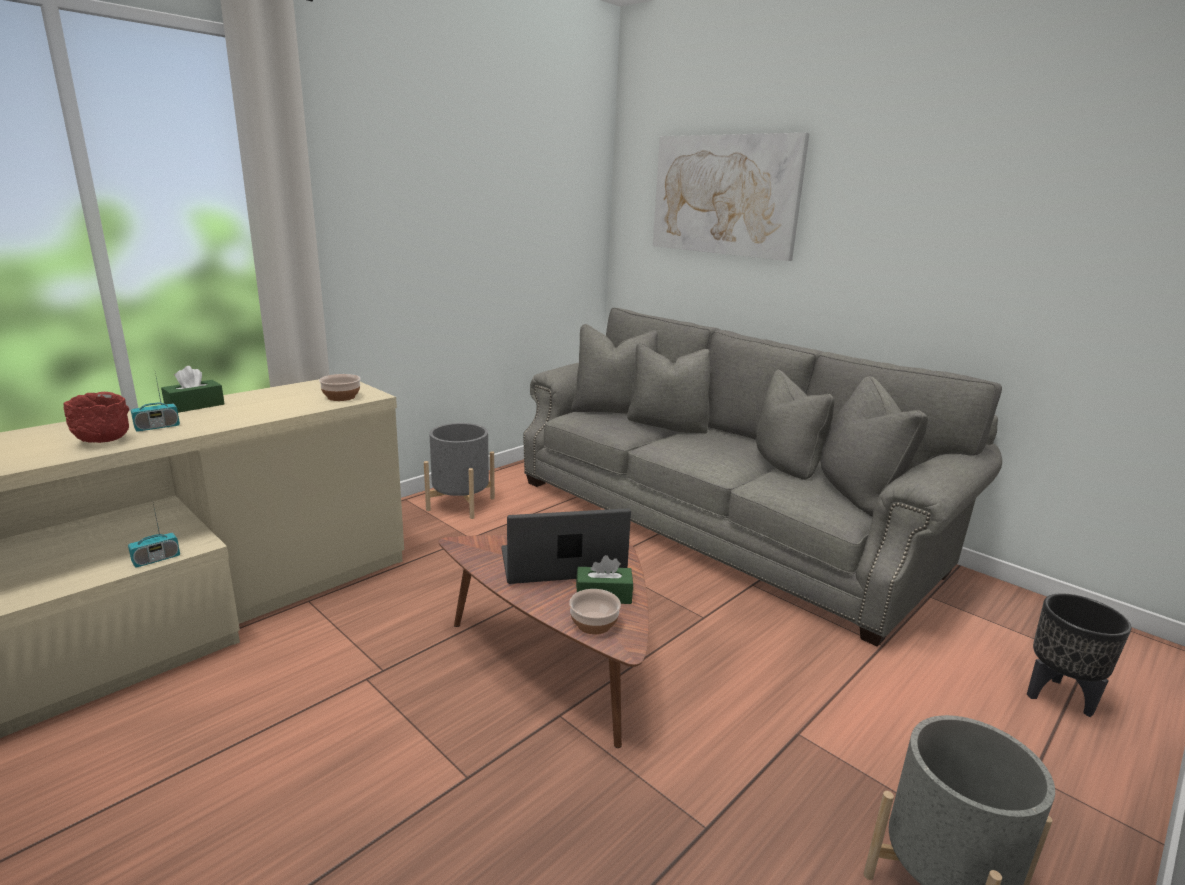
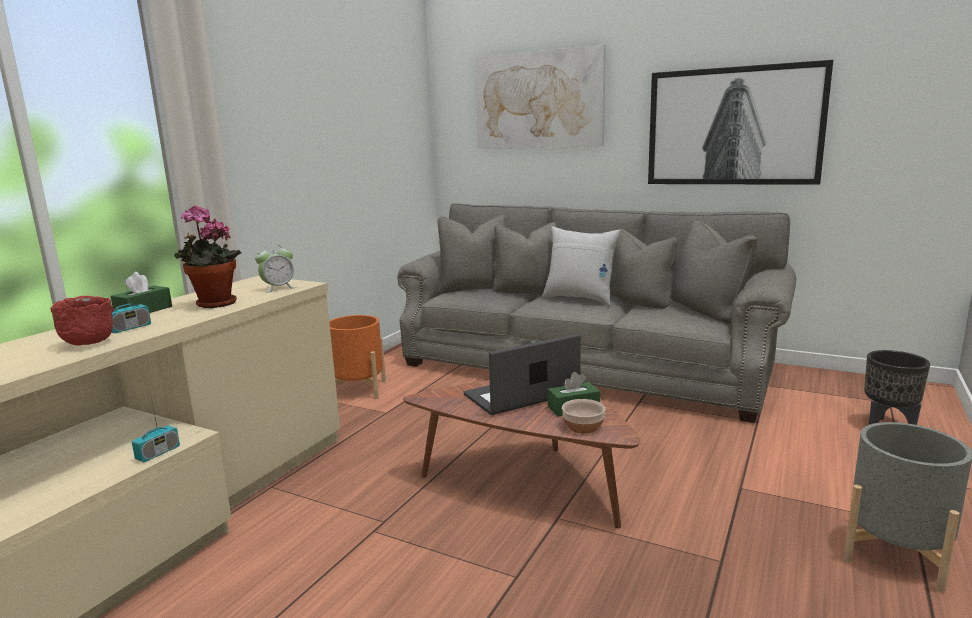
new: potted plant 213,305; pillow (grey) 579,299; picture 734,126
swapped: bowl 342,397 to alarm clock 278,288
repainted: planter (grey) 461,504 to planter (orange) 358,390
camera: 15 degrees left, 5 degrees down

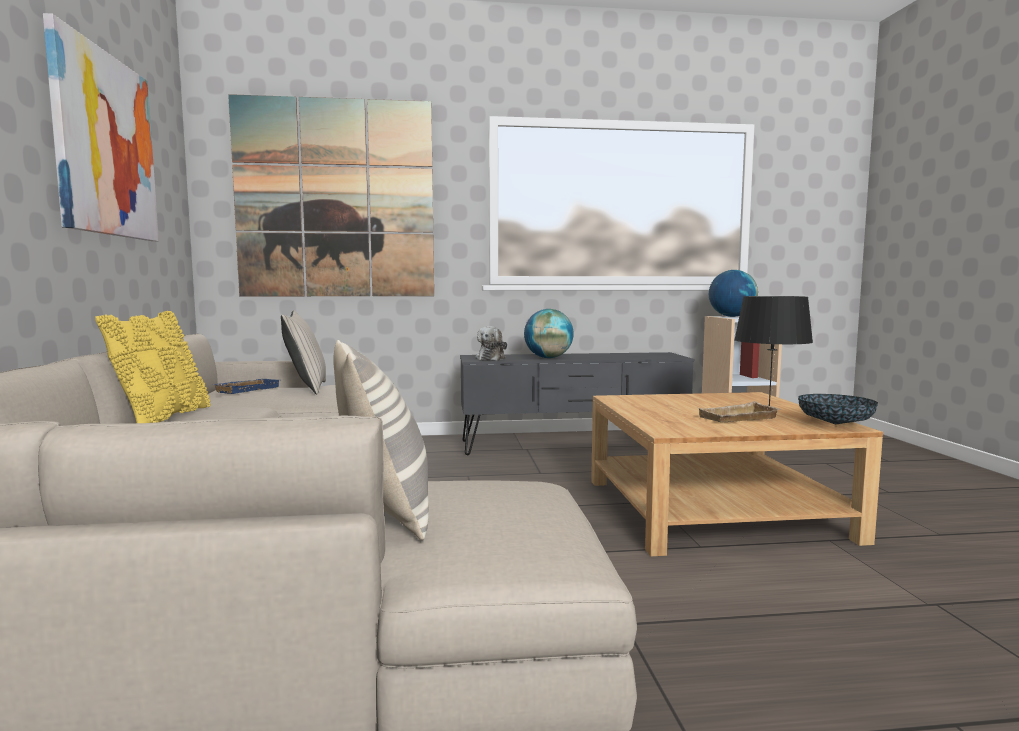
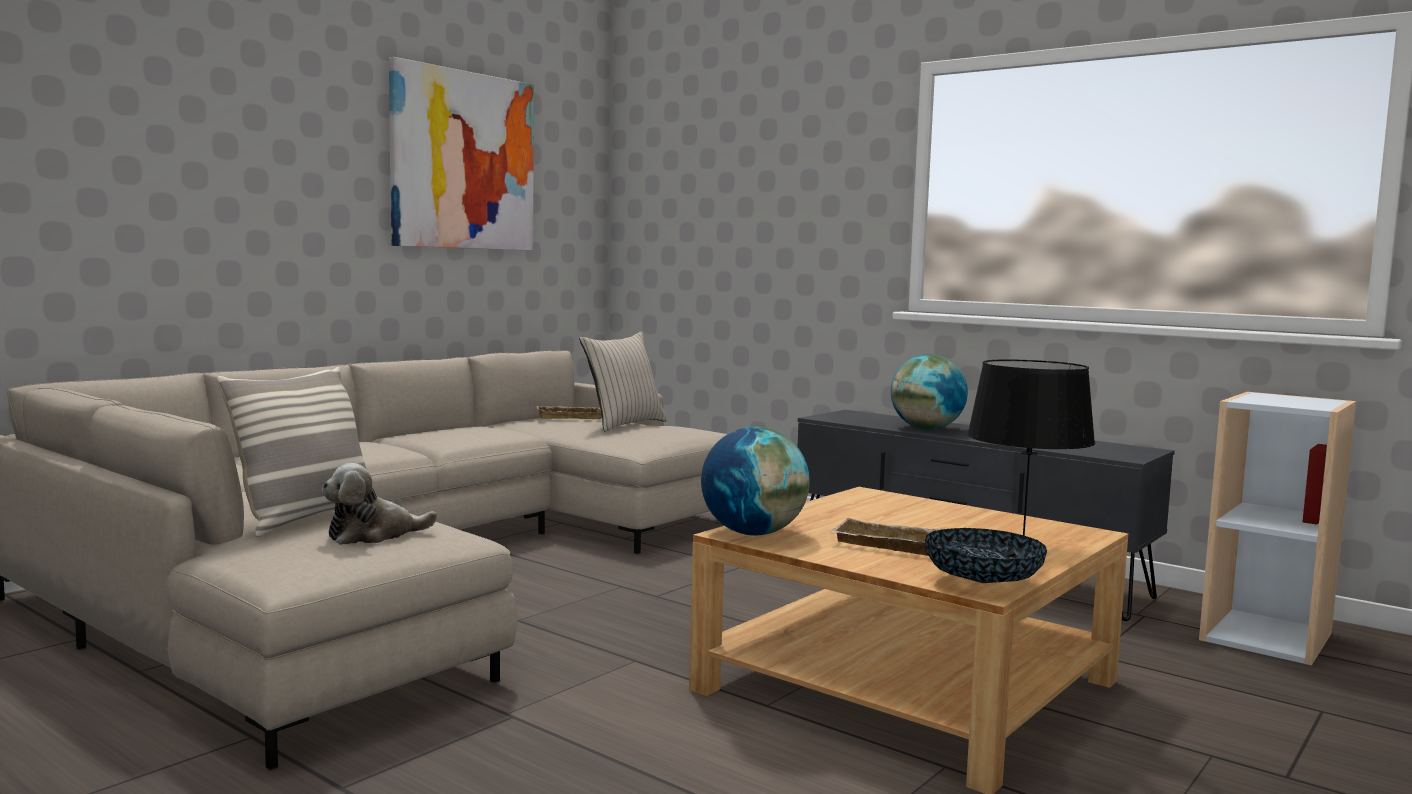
gone: pillow (yellow) 163,417; picture 335,199
shifted: plush toy 491,358 to 373,535; globe 731,316 to 753,533
repainted: tray (blue) 247,389 to tray (beige) 570,417
camera: 45 degrees right, 0 degrees up

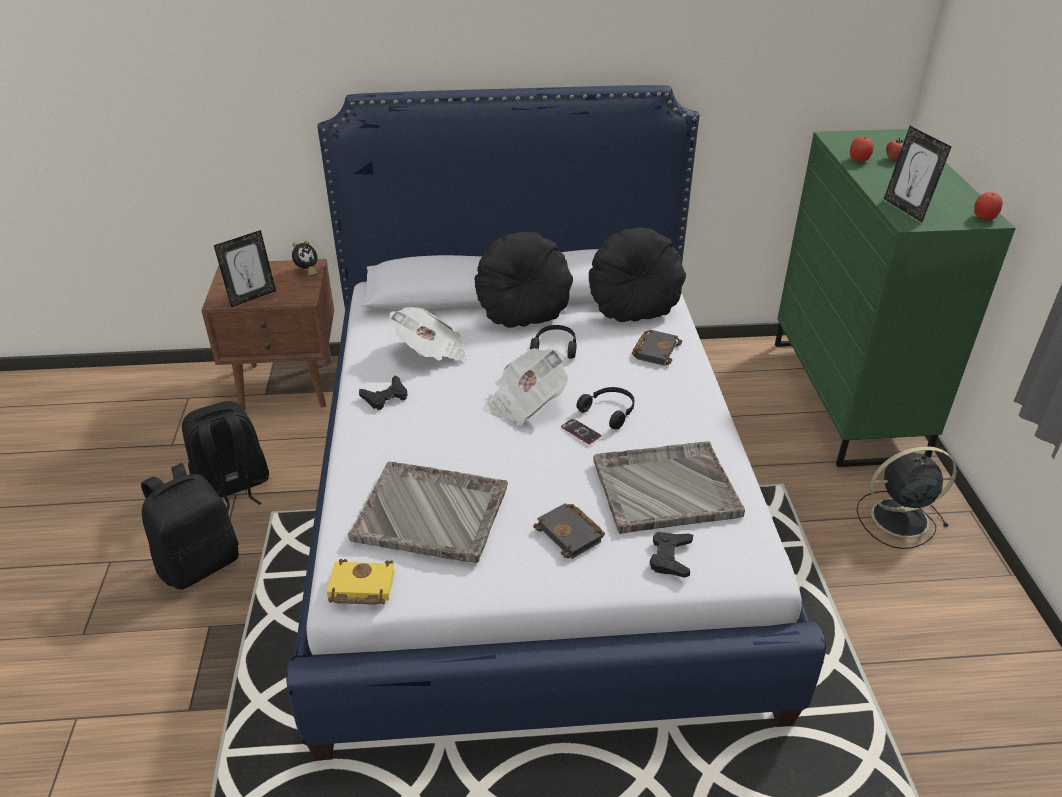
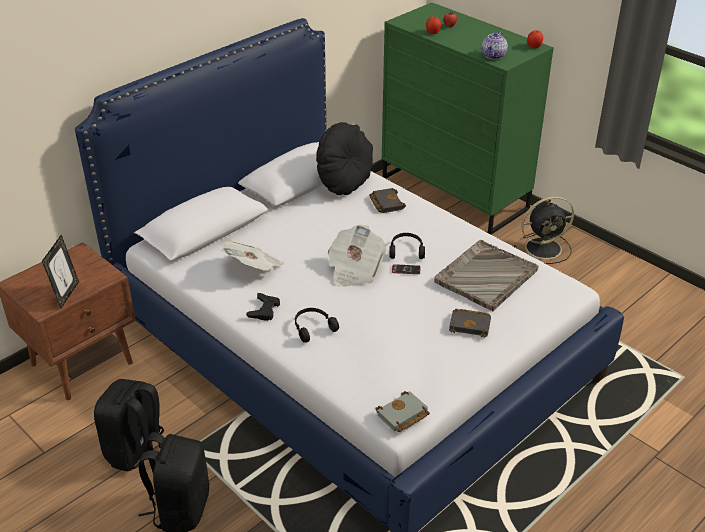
gone: alarm clock 307,271; tray (grey) 432,514; pillow (black) 524,317; game controller (black) 670,557
shifted: headphones (black) 555,347 to 313,328
swapped: picture frame 906,209 to teapot 494,55
repainted: book (yellow) 359,587 to book (grey) 402,416
rotated: fan (black) 897,518 = 545,248 150 degrees counterclockwise
camera: 40 degrees left, 0 degrees up

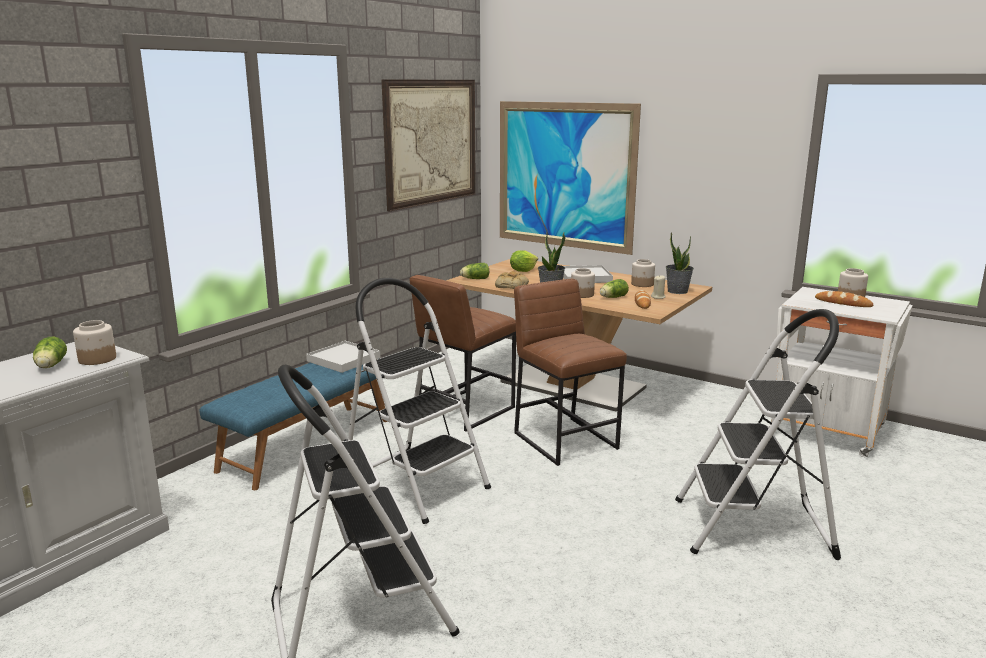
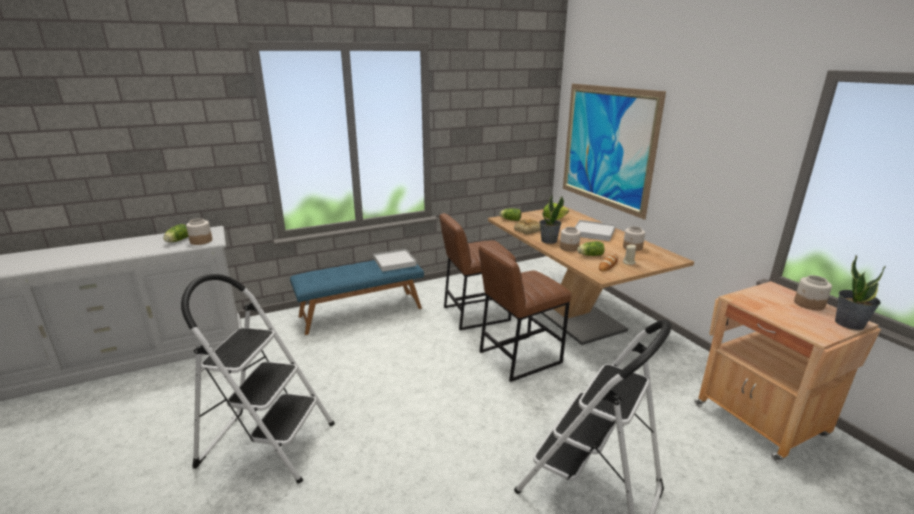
gone: step ladder 413,482; picture 431,142; bread 843,303
shifted: potted plant 677,291 to 849,323
repainted: cart (white) 827,432 to cart (brown) 760,423
rotated: chair (brown) 564,440 = 519,357 120 degrees counterclockwise
camera: 30 degrees right, 5 degrees up

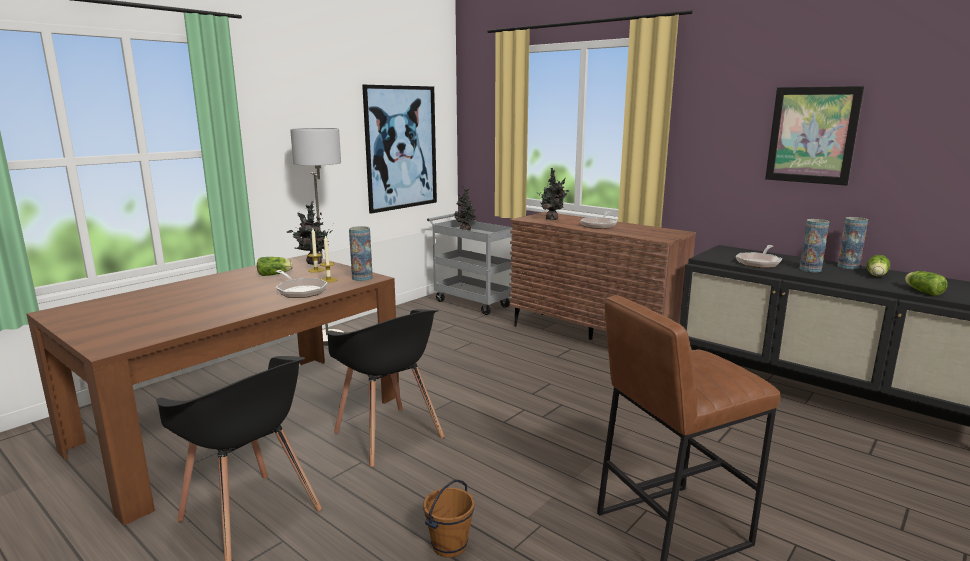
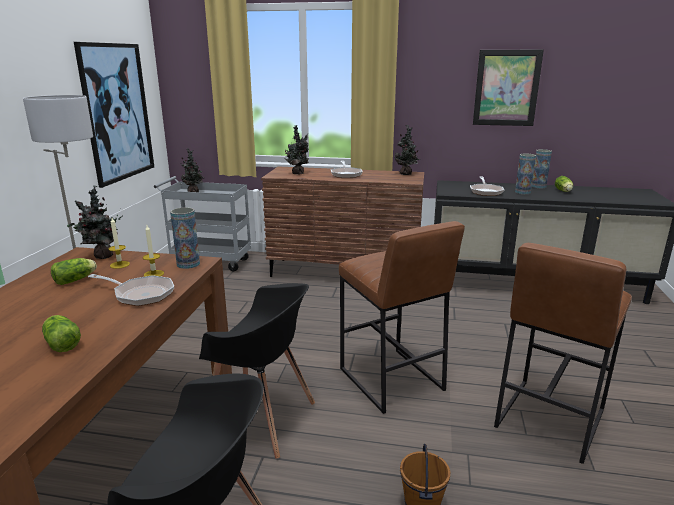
new: stool (brown) 392,380; potted plant 406,174
shifted: lettuce 922,291 to 62,343
camera: 30 degrees left, 5 degrees up

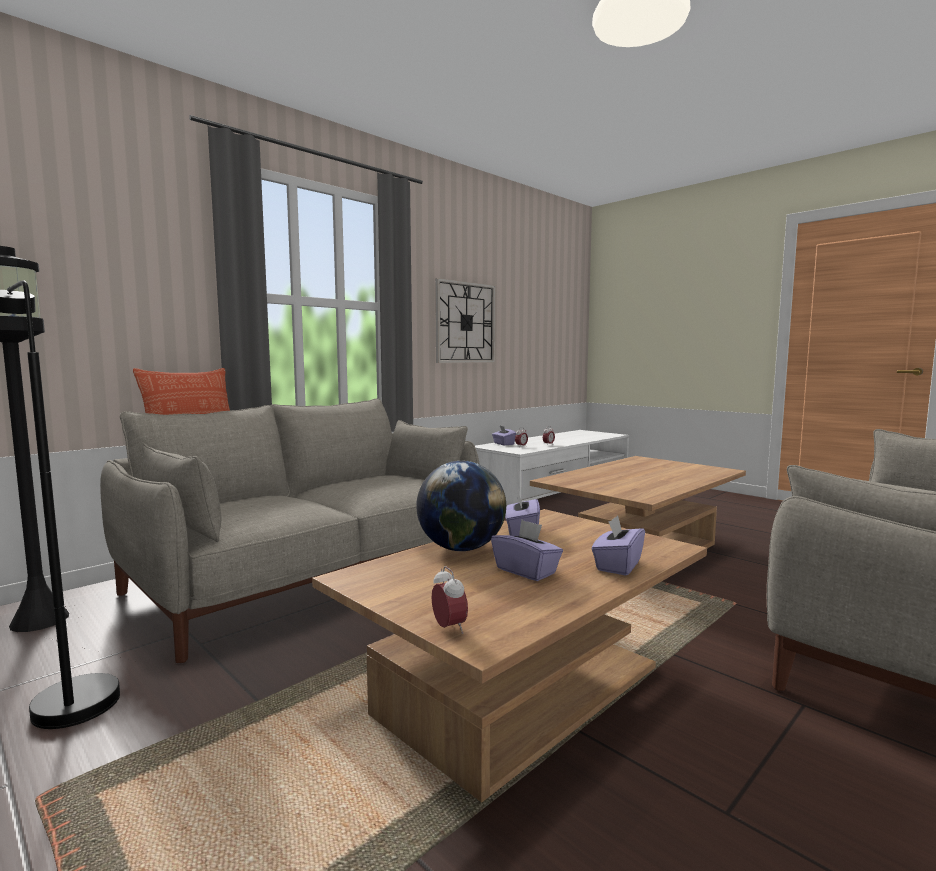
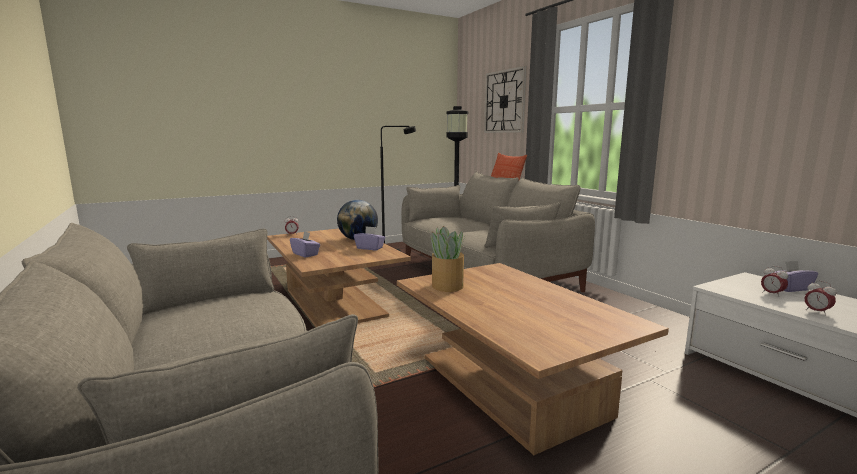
gone: tissue box (purple) 526,571
new: potted plant 447,286
shifted: wall clock 465,322 to 504,101
camera: 105 degrees right, 5 degrees up

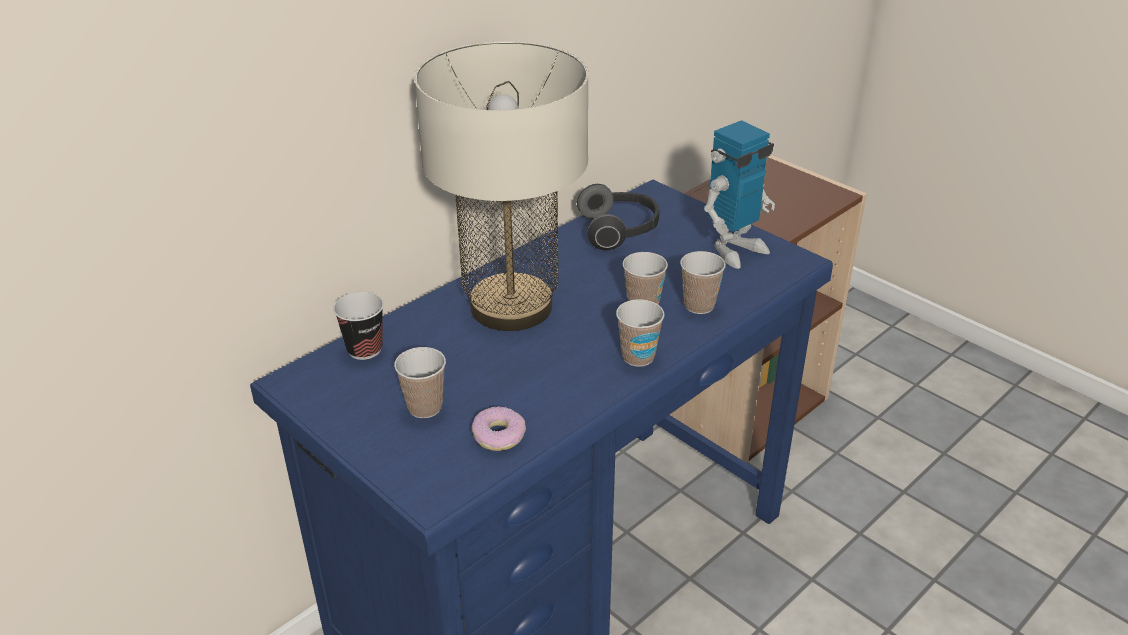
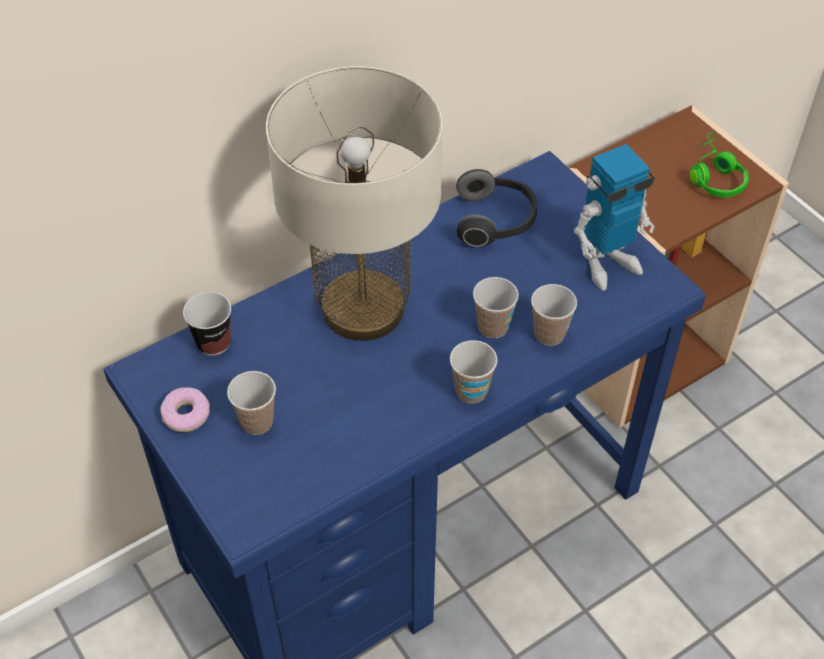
new: headphones (green) 714,176
shifted: donut 499,435 to 186,414
camera: 10 degrees right, 15 degrees up

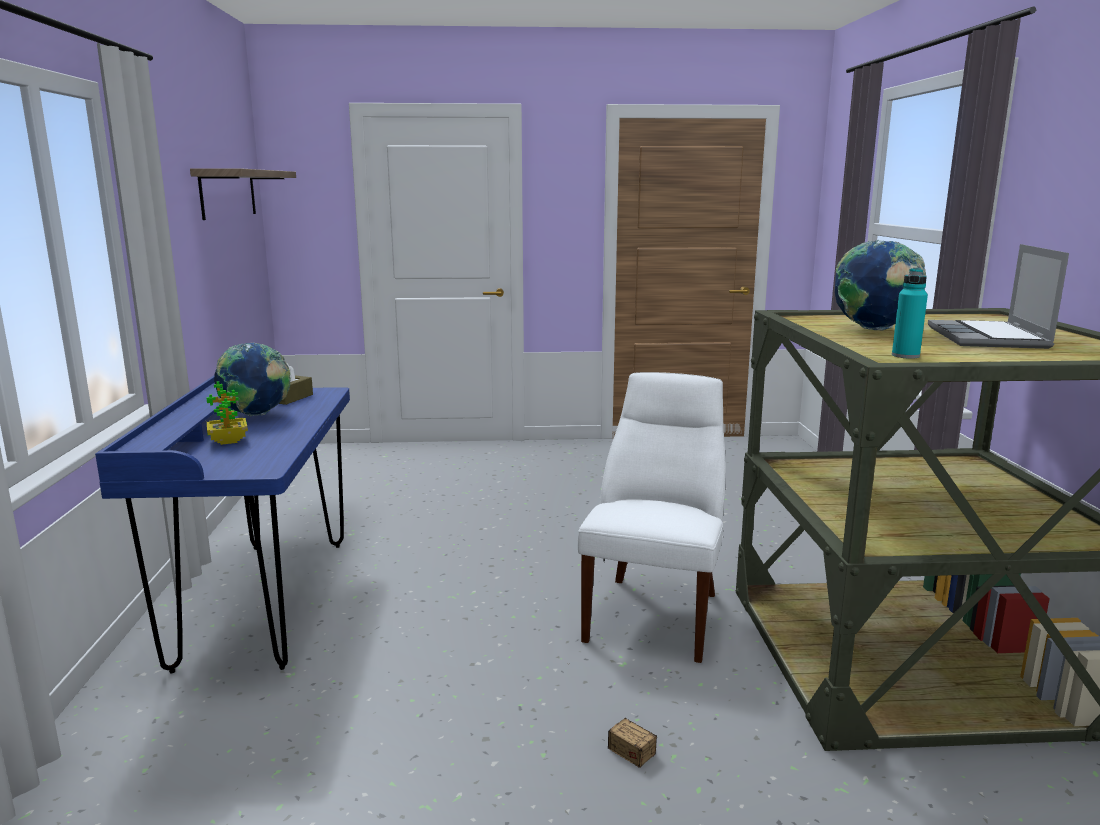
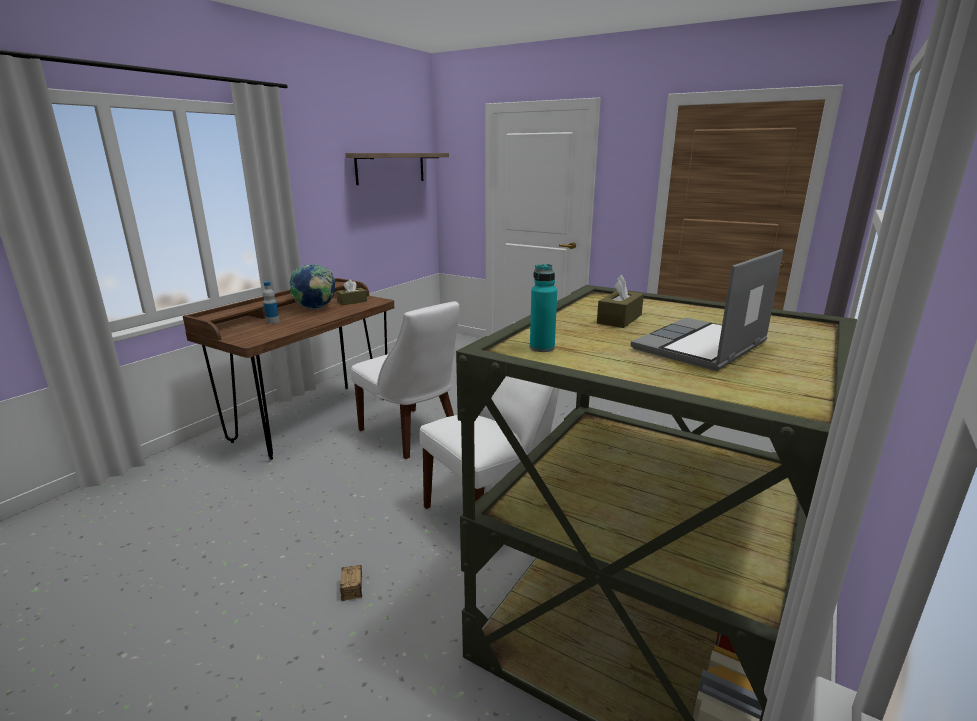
new: chair (white) 412,434
swapped: potted plant 228,441 to bottle 272,321; globe 874,330 to tissue box (brown) 619,319
repainted: desk (blue) 265,600 to desk (brown) 313,419
camera: 35 degrees right, 5 degrees up

